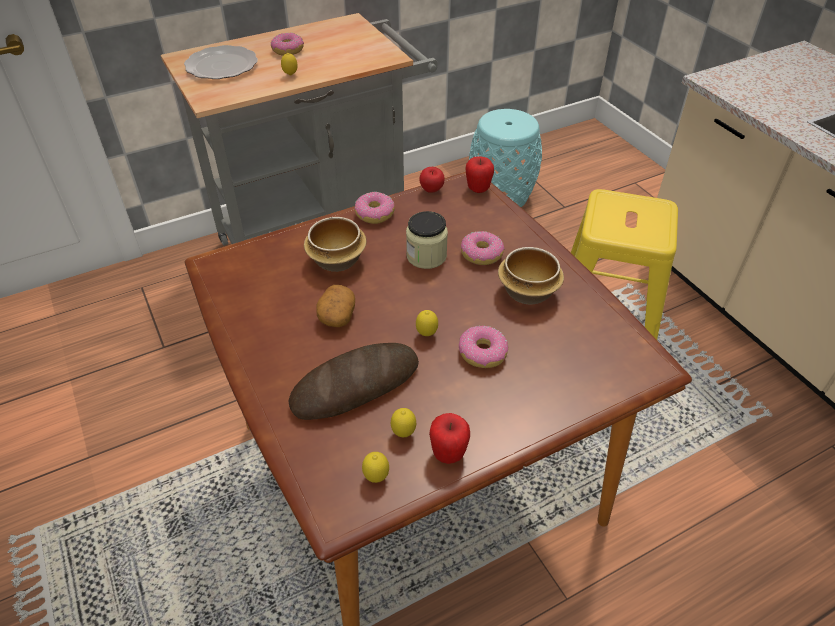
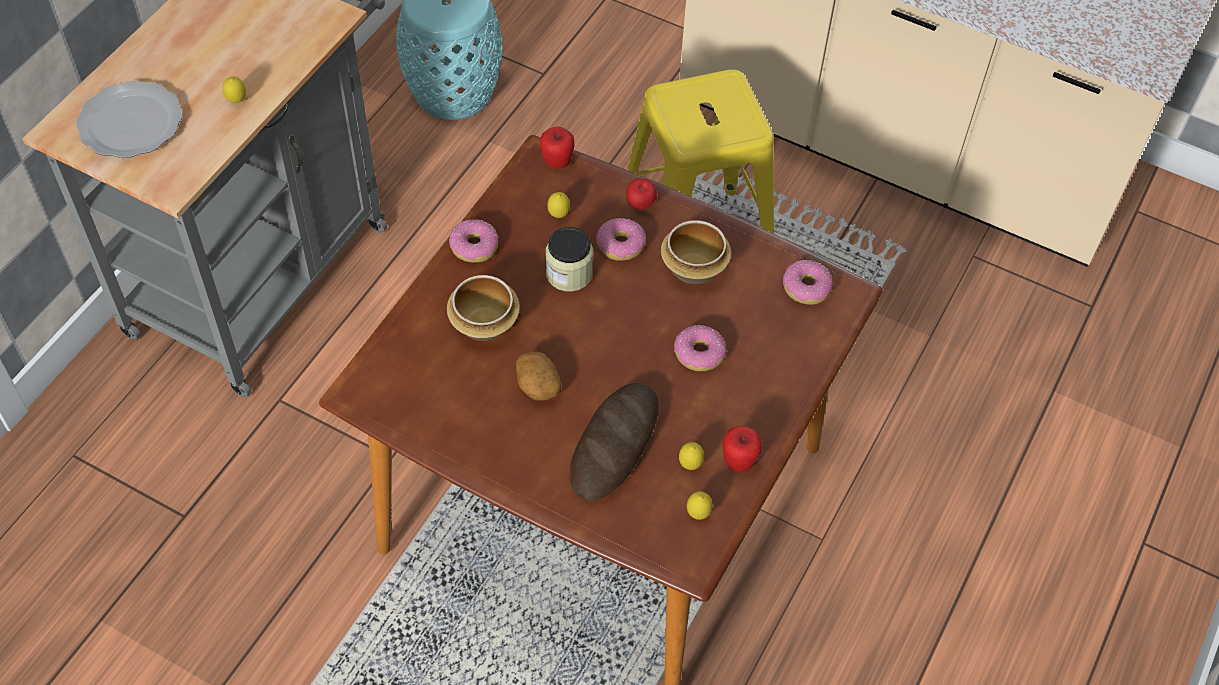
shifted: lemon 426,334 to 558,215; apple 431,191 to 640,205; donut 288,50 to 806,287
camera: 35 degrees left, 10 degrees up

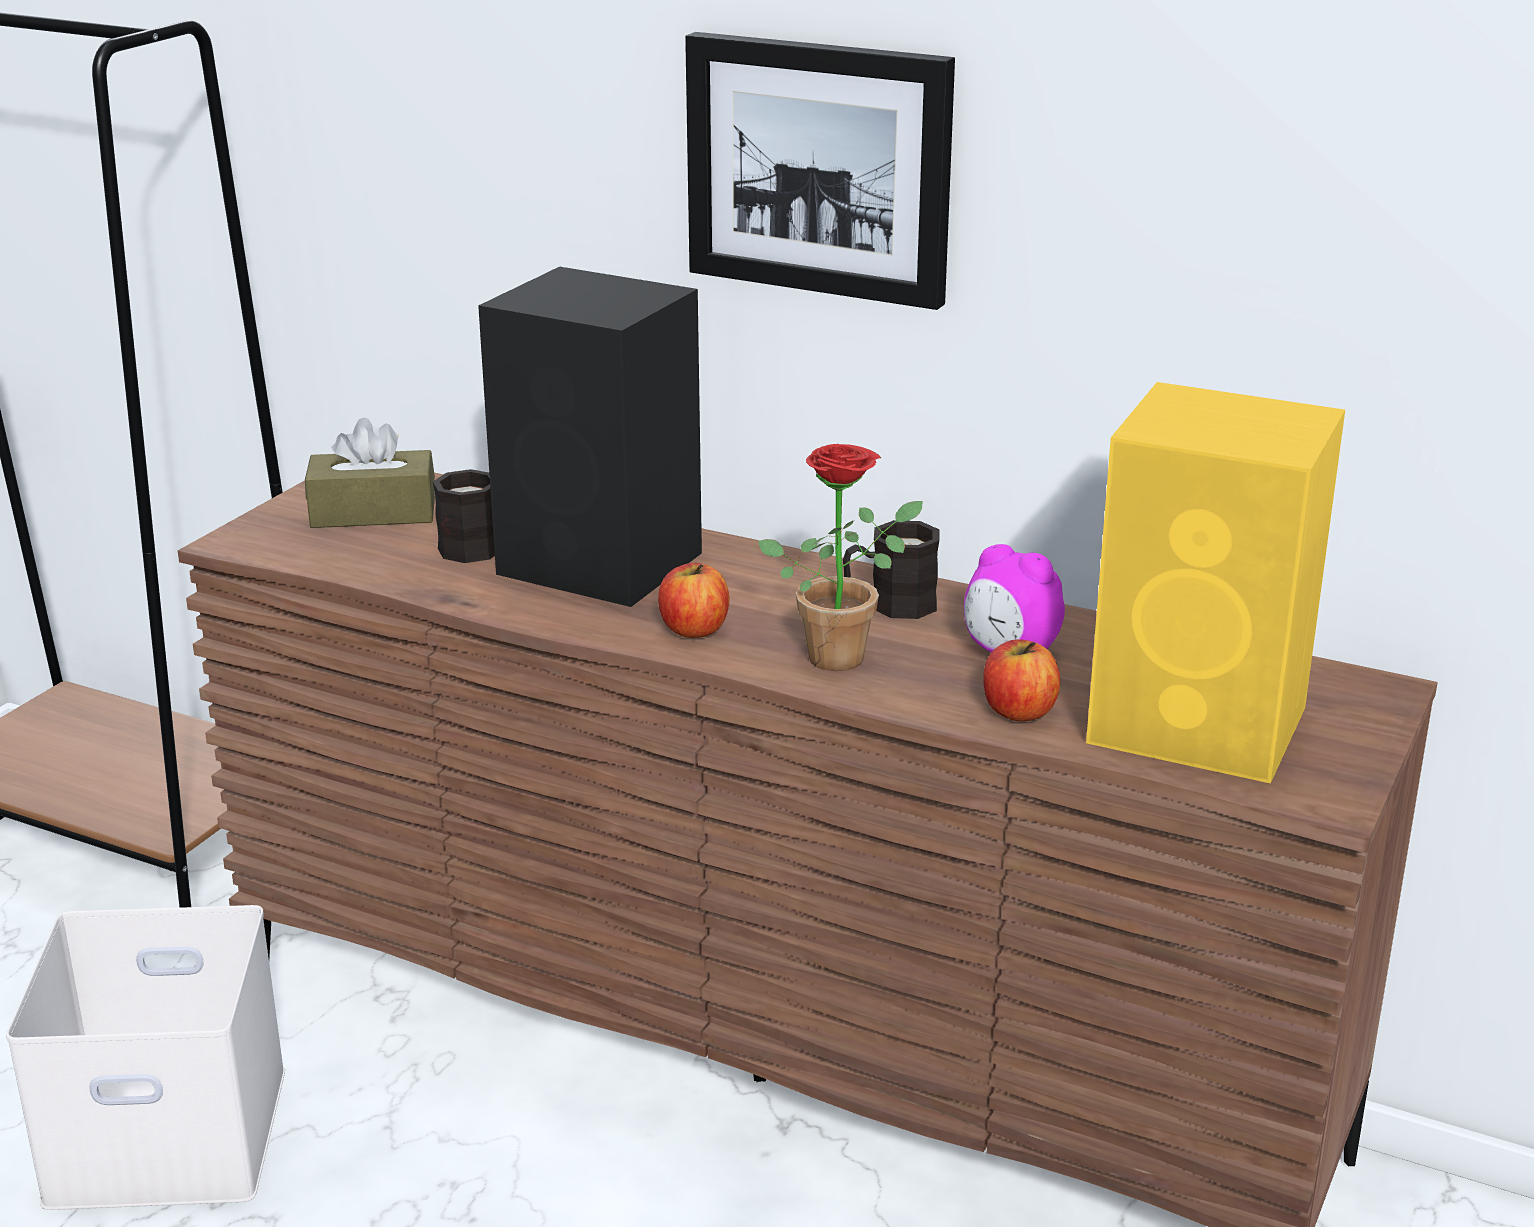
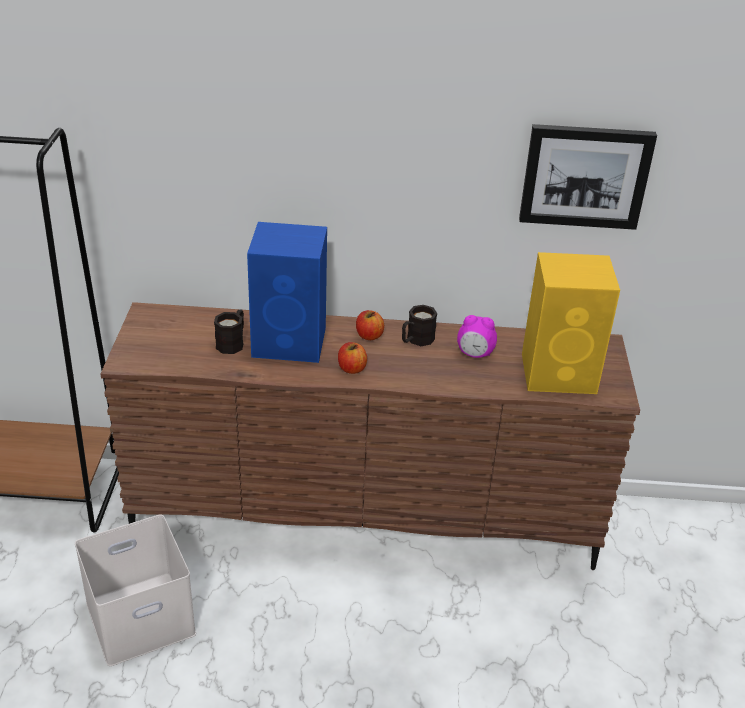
gone: tissue box (brown) 373,512; potted plant 844,654
shifted: apple 1019,711 to 369,335; picture 820,167 to 585,176
repainted: speaker (black) 604,564 to speaker (blue) 291,342
camera: 25 degrees left, 10 degrees up

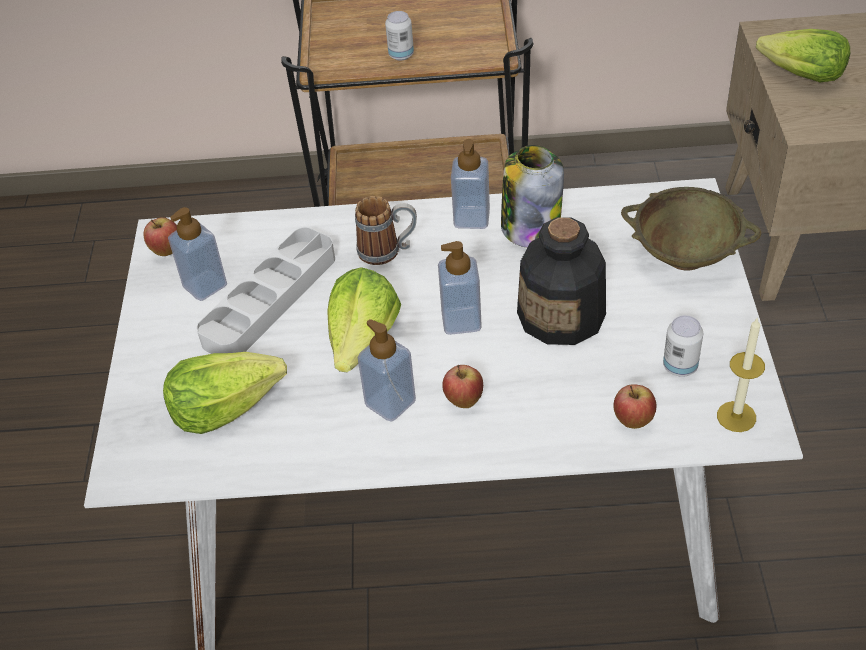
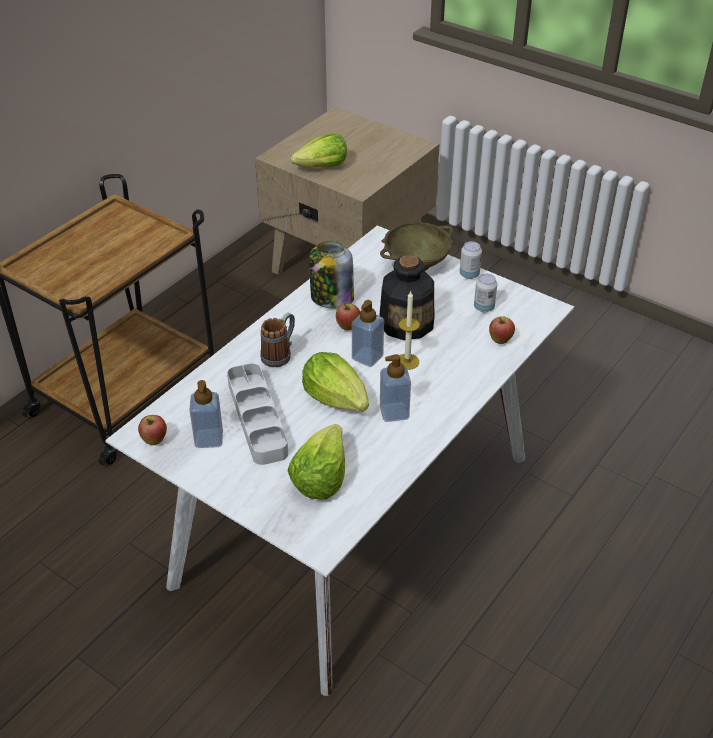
gone: soap dispenser 471,218
shifted: apple 463,401 to 348,327; candle 736,416 to 407,361; can 401,55 to 469,274
camera: 55 degrees left, 5 degrees down

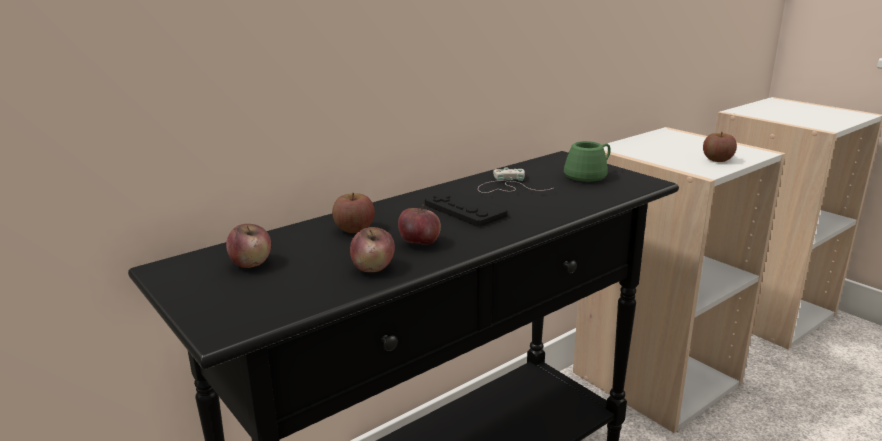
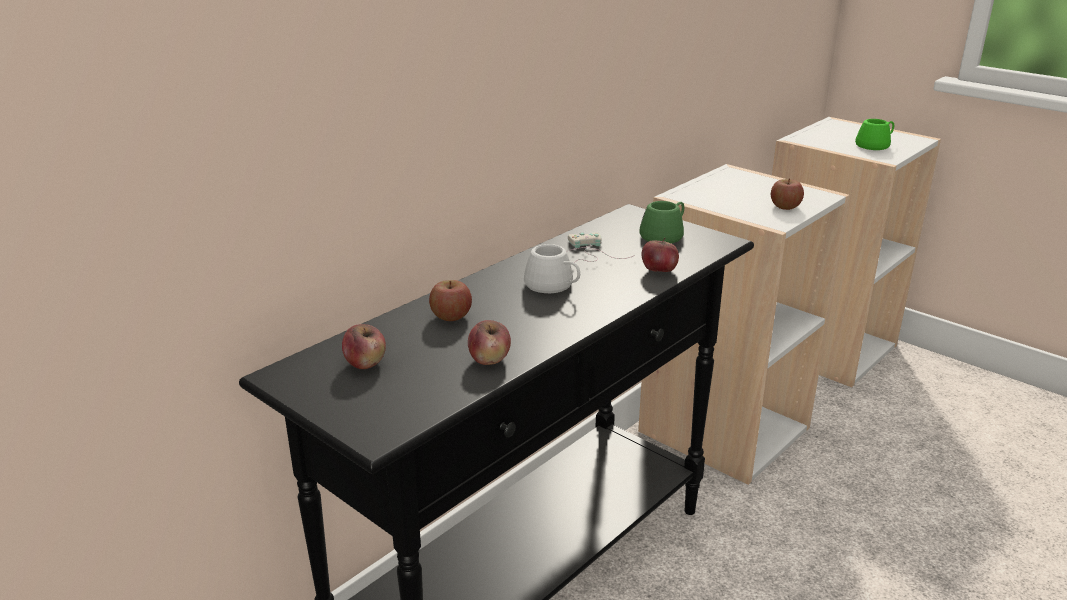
new: mug (green) 875,145
shifted: apple 419,242 to 659,270
swapped: game controller (black) 465,210 to mug (white) 553,286
camera: 10 degrees left, 5 degrees up

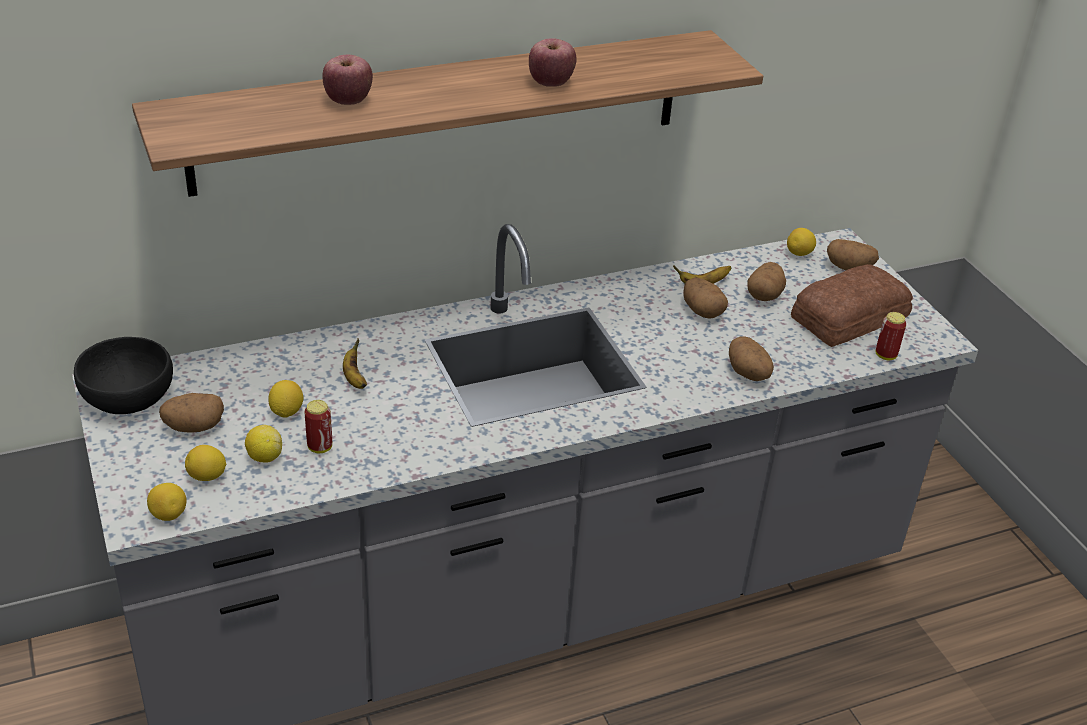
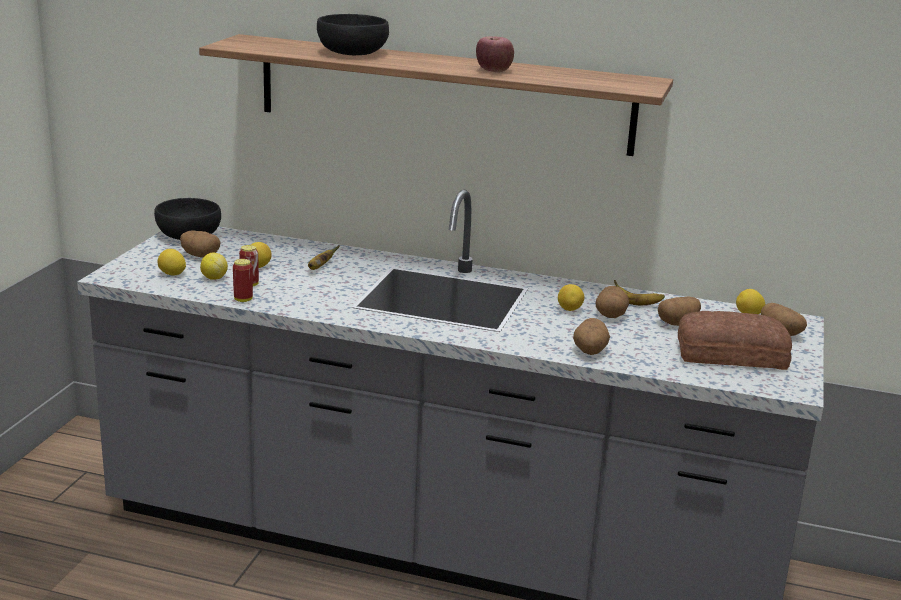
shifted: can 885,355 to 243,300; lemon 168,514 to 569,310
swapped: apple 348,101 to bowl (black) 351,53
camera: 40 degrees right, 15 degrees down

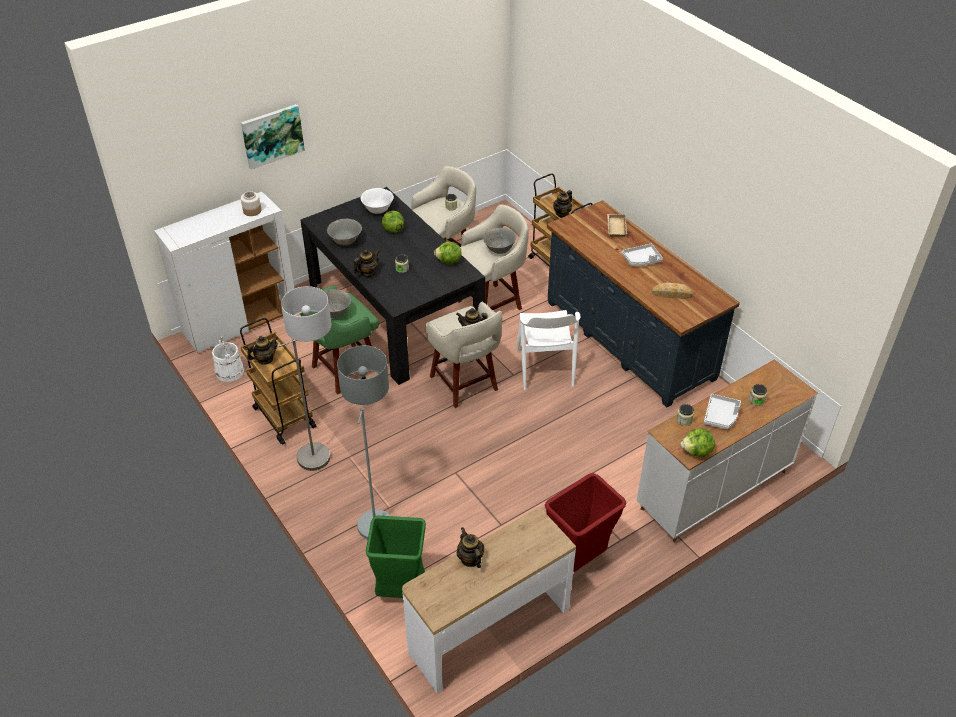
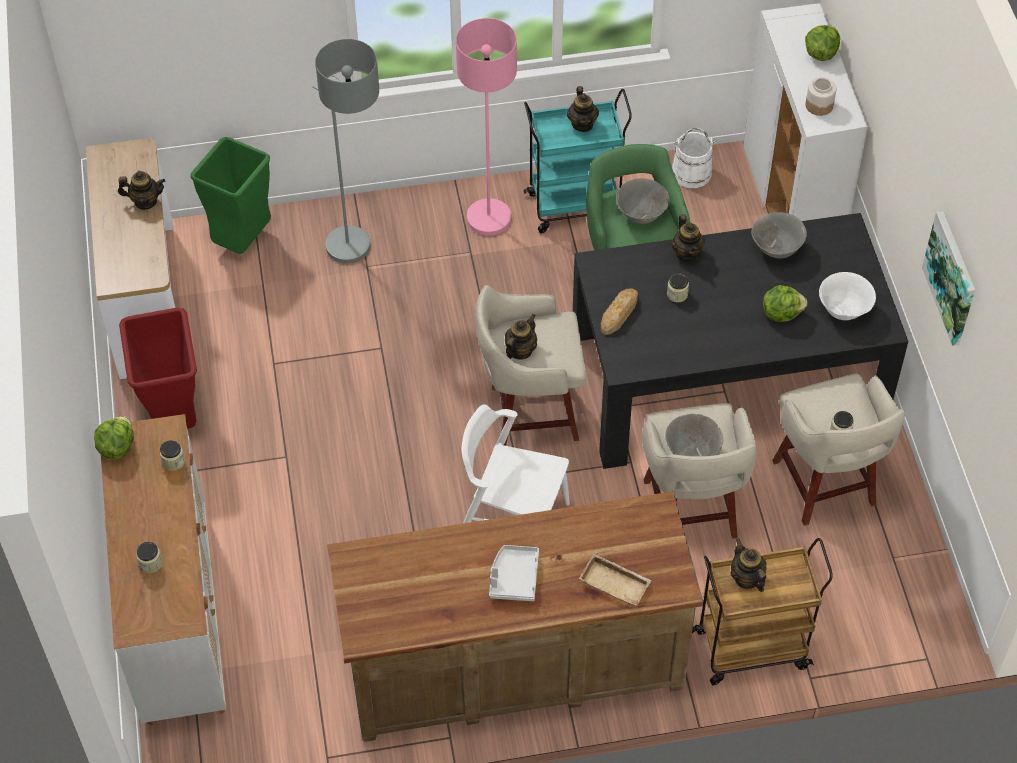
gone: tray (grey) 721,416
shifted: bread 672,294 to 619,313; lettuce 449,261 to 820,53; picture 272,135 to 952,277
repainted: floor lamp (grey) 323,454 to floor lamp (pink) 489,229; cart (brown) 284,417 to cart (turquoise) 575,207
camera: 115 degrees right, 10 degrees up

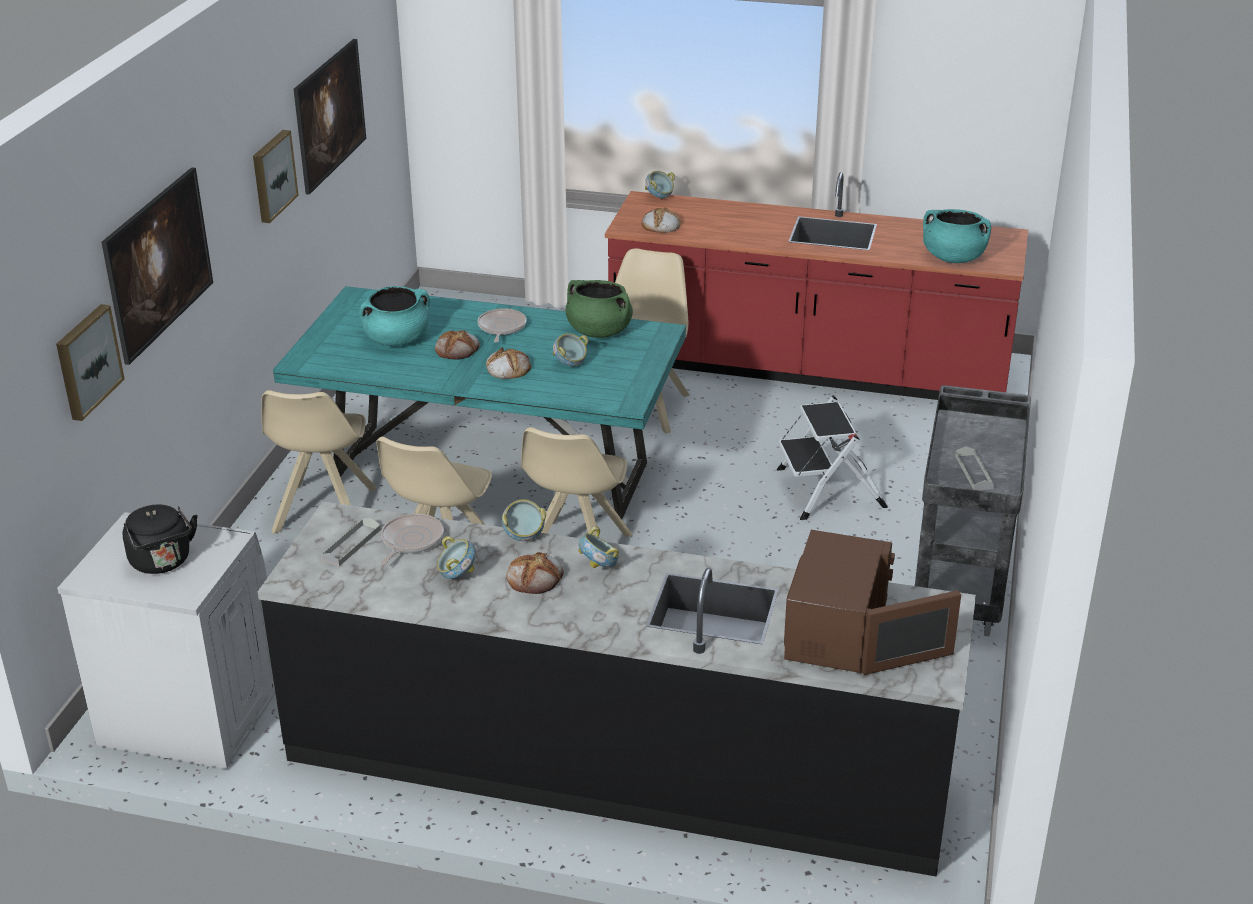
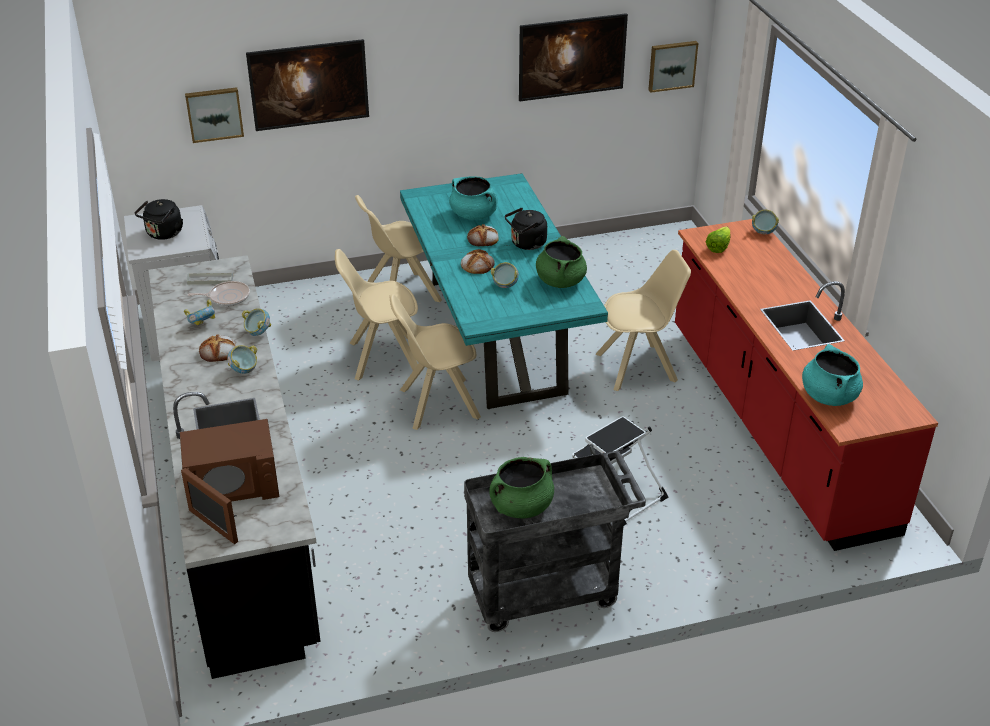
shifted: picture 272,175 to 672,65
swapped: tray (grey) 974,472 to cooking pot (green) 521,507; frying pan 501,328 to kettle (black) 526,244; bread 660,225 to lettuce 718,247
camera: 60 degrees right, 5 degrees up

